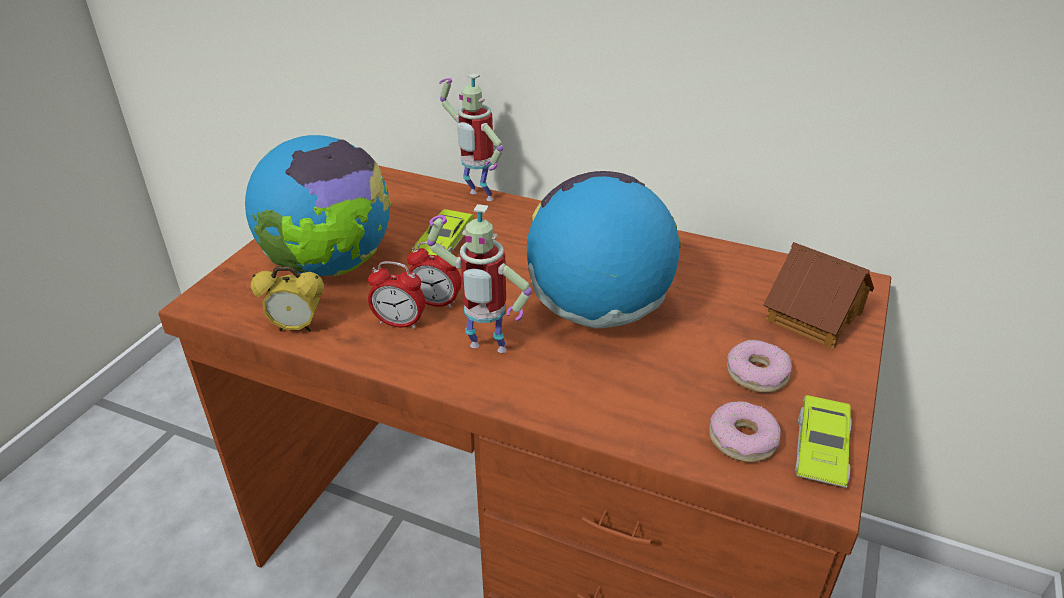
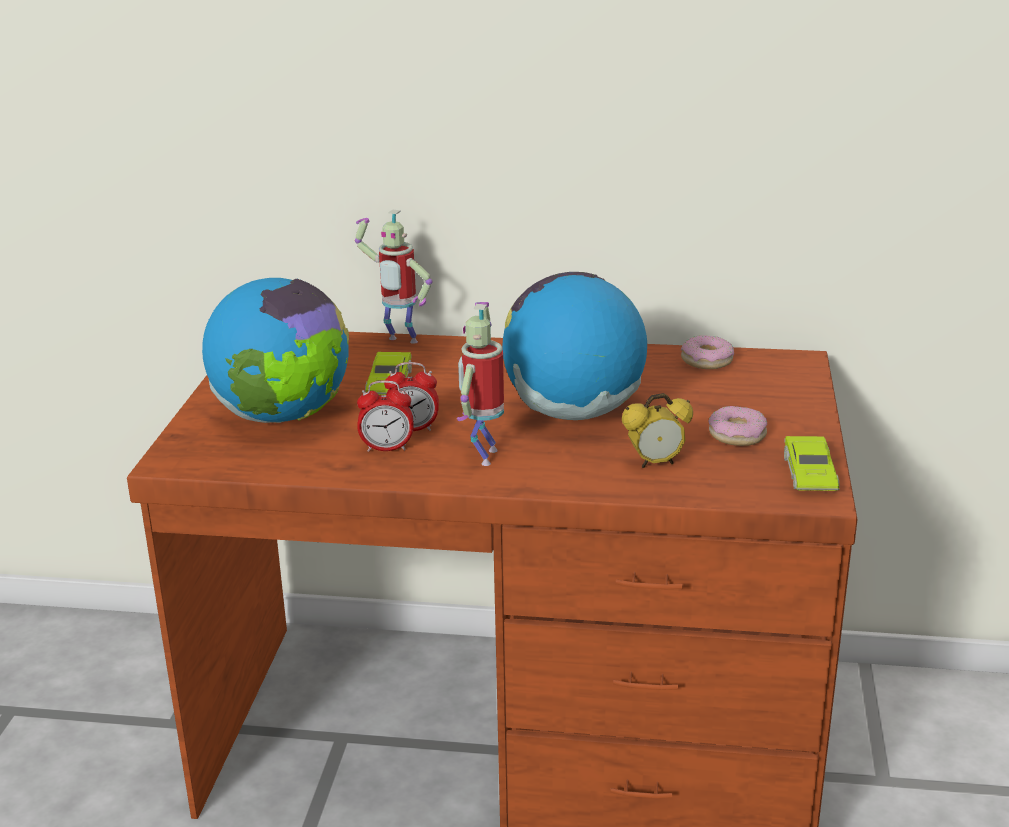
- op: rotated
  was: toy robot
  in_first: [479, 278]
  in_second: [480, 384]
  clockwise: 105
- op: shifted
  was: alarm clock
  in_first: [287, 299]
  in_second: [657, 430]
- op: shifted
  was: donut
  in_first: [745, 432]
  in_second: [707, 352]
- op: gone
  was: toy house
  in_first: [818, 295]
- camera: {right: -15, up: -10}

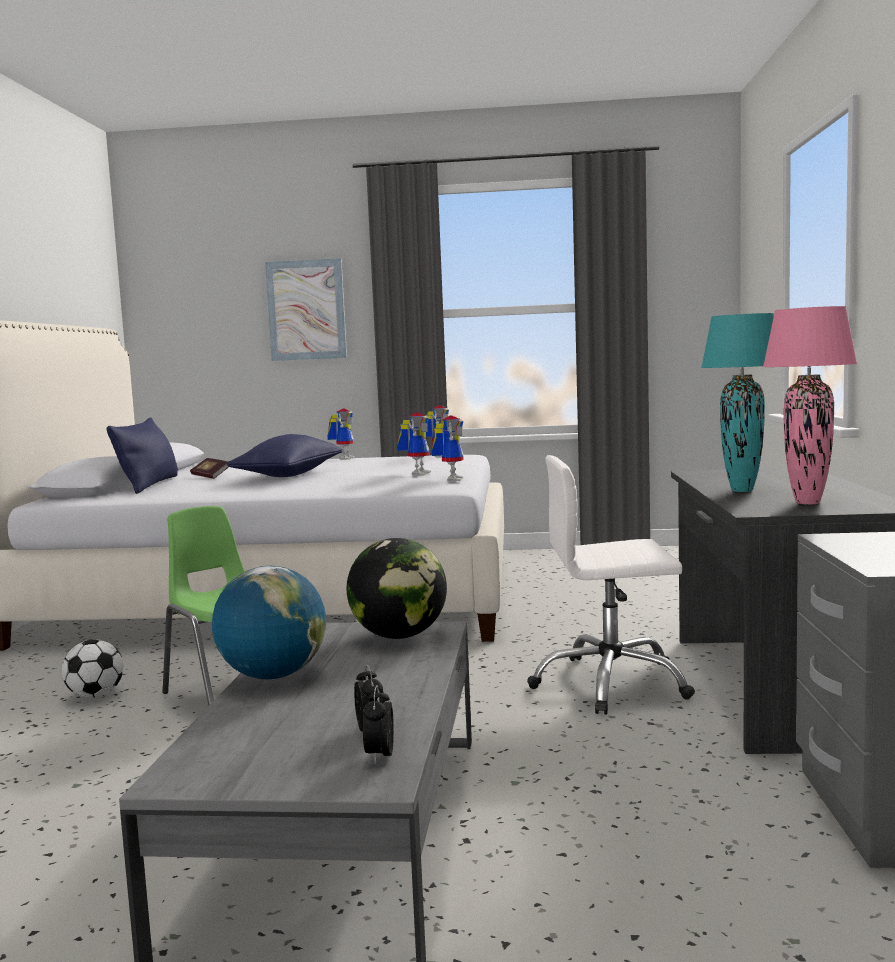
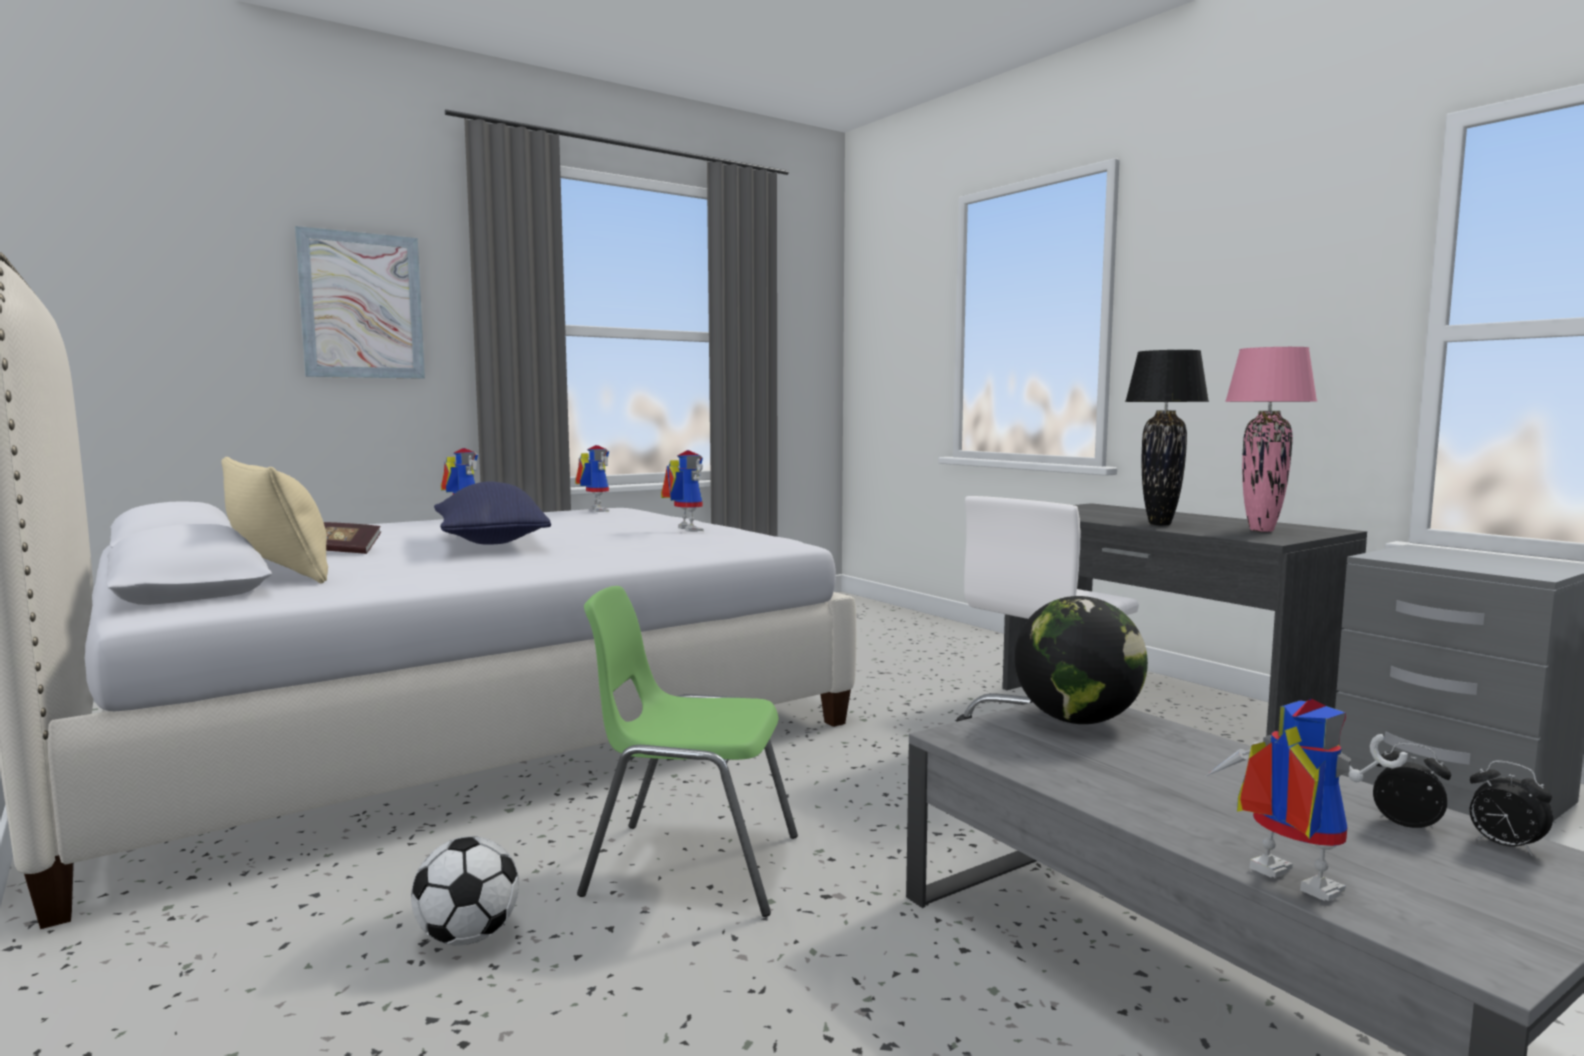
- op: repainted
  was: pillow/blue
  now: pillow/beige
  in_first: [142, 455]
  in_second: [274, 520]
- op: repainted
  was: table lamp/turquoise
  now: table lamp/black
  in_first: [737, 402]
  in_second: [1167, 437]
- op: shifted
  was: toy robot
  in_first: [448, 448]
  in_second: [1307, 800]
- op: gone
  was: globe
  in_first: [269, 623]
- camera: {right: -40, up: 0}

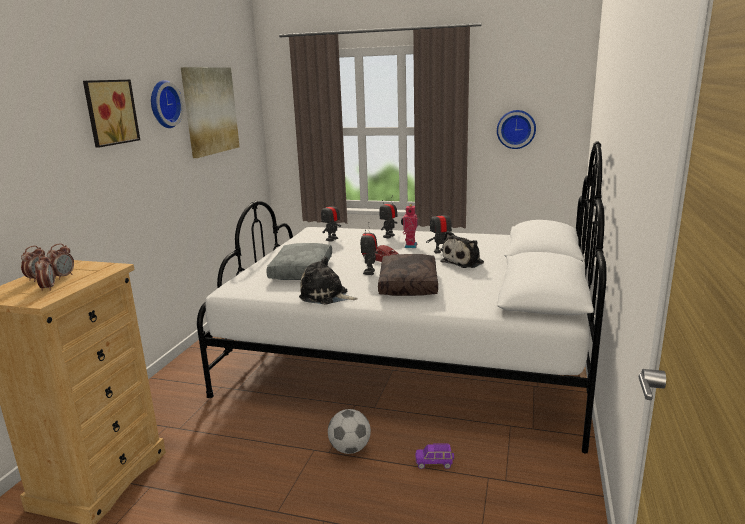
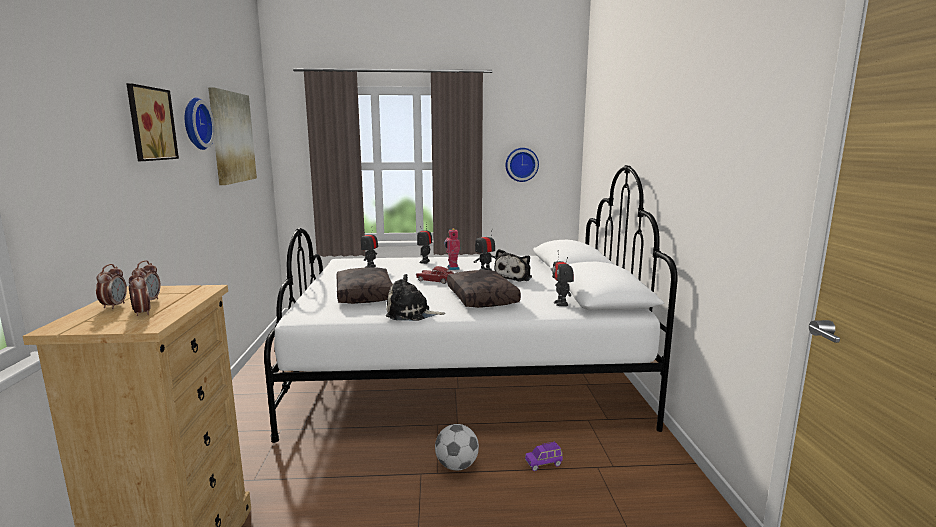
- op: repainted
  was: pillow/grey
  now: pillow/brown
  in_first: [299, 261]
  in_second: [364, 285]
- op: shifted
  was: toy robot
  in_first: [369, 252]
  in_second: [563, 280]
- camera: {right: -20, up: -5}

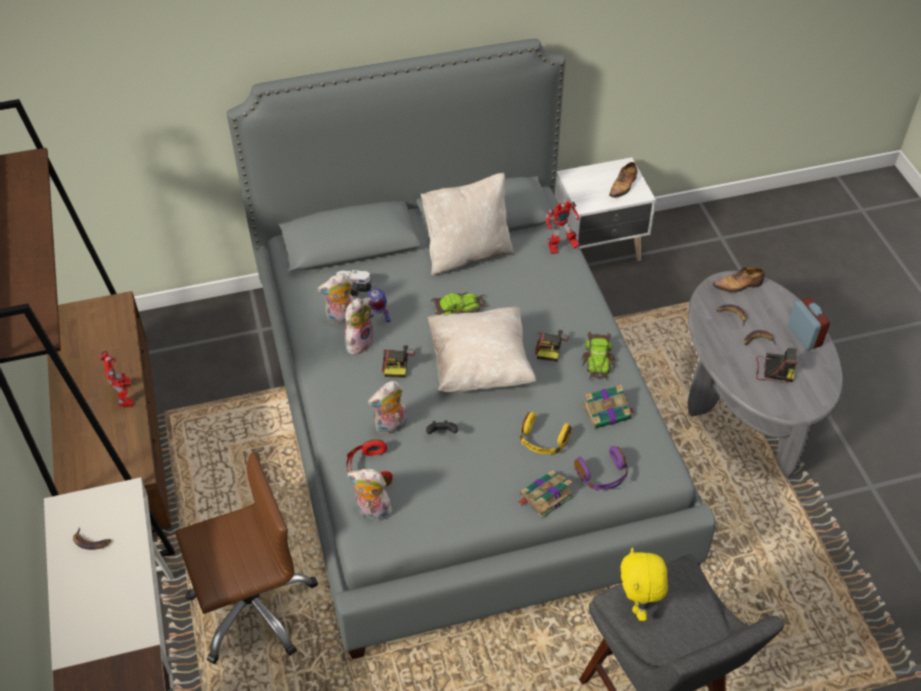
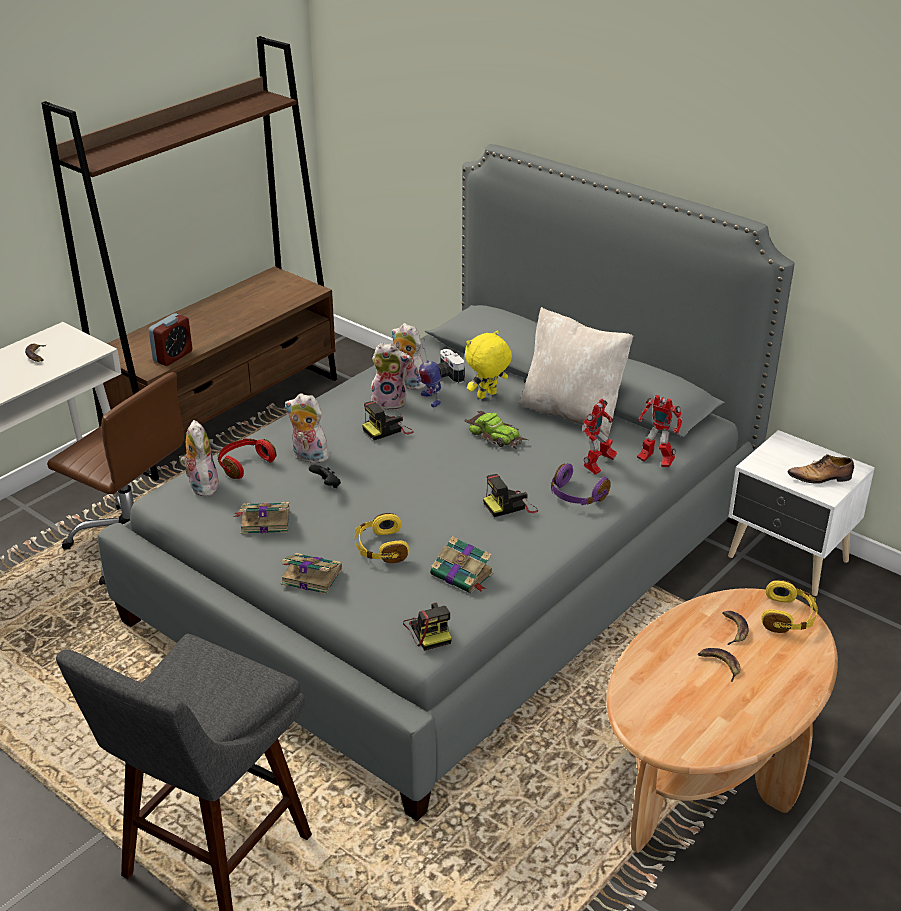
- op: shifted
  was: alarm clock
  in_first: [809, 323]
  in_second: [170, 339]
- op: new
  now: book
  in_second: [261, 518]
- op: shifted
  was: photo camera
  in_first: [776, 365]
  in_second: [427, 626]
- op: shifted
  was: plush toy/yellow
  in_first: [644, 584]
  in_second: [488, 364]
- op: shifted
  was: headphones/purple
  in_first: [601, 468]
  in_second: [581, 484]
- op: shifted
  was: toy robot
  in_first: [116, 378]
  in_second: [599, 436]
- op: repainted
  was: coffee table/grey
  now: coffee table/brown
  in_first: [765, 374]
  in_second: [722, 720]
- op: swapped
  was: shoe
  now: headphones/yellow
  in_first: [739, 279]
  in_second: [789, 606]
- op: gone
  was: pillow/beige
  in_first: [481, 349]
- op: gone
  was: toy car
  in_first: [598, 357]
- camera: {right: 55, up: -15}

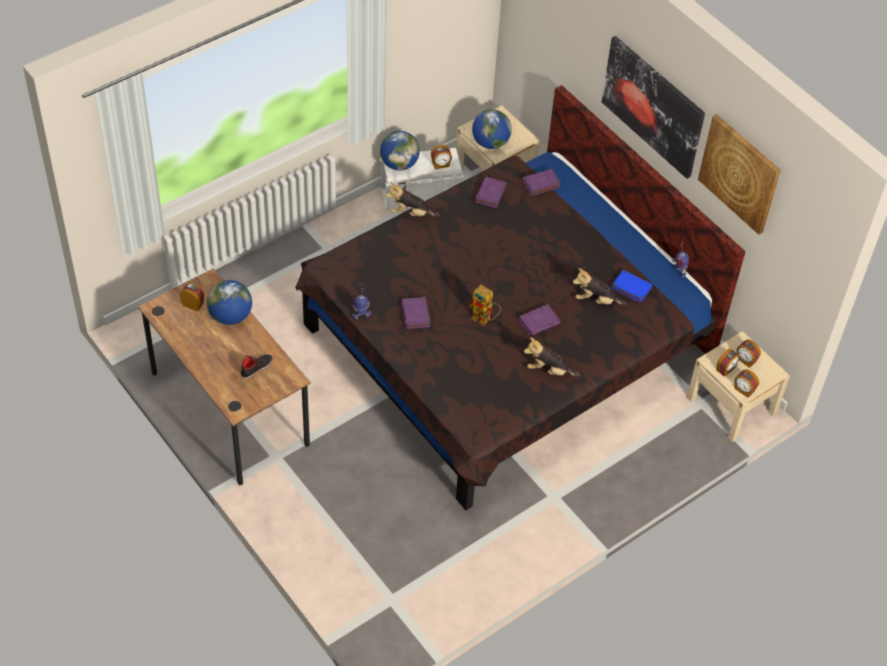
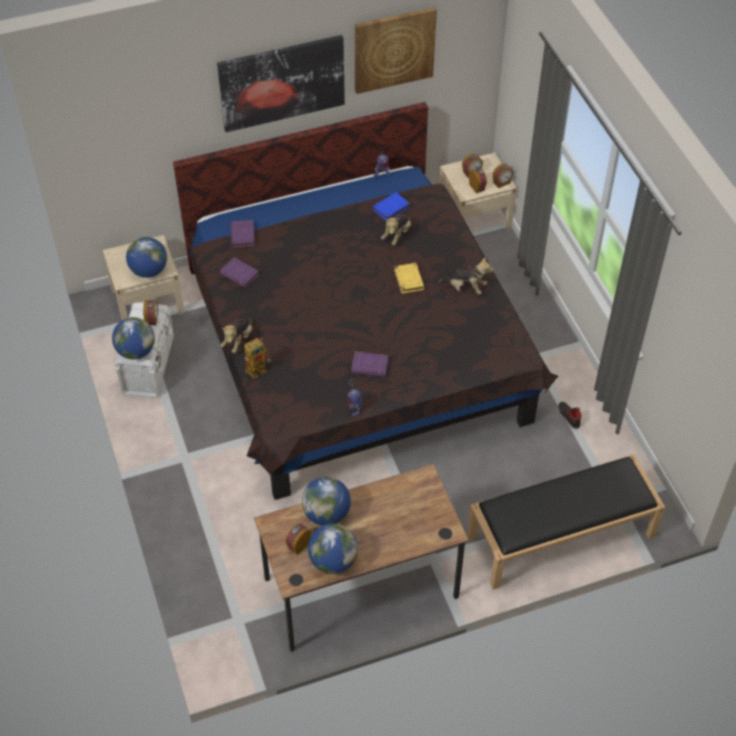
- op: shifted
  was: toy robot
  in_first: [485, 305]
  in_second: [257, 358]
- op: new
  now: globe
  in_second: [333, 548]
- op: repainted
  was: book/purple
  now: book/yellow
  in_first: [540, 320]
  in_second: [409, 278]
- op: rotated
  was: plush toy
  in_first: [552, 357]
  in_second: [465, 275]
  clockwise: -105
- op: new
  now: bench/black
  in_second: [566, 522]
- op: shifted
  was: shoe/black
  in_first: [257, 366]
  in_second: [569, 415]
- camera: {right: -70, up: 0}

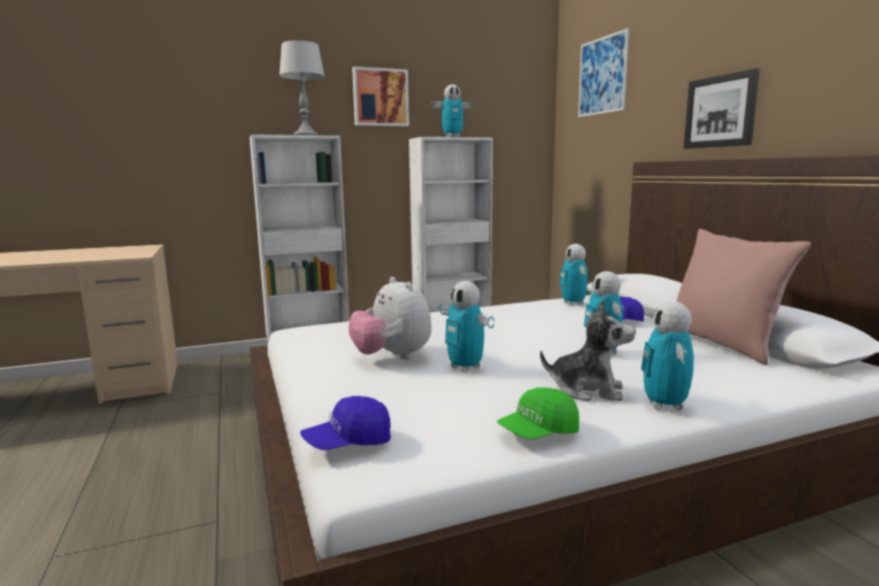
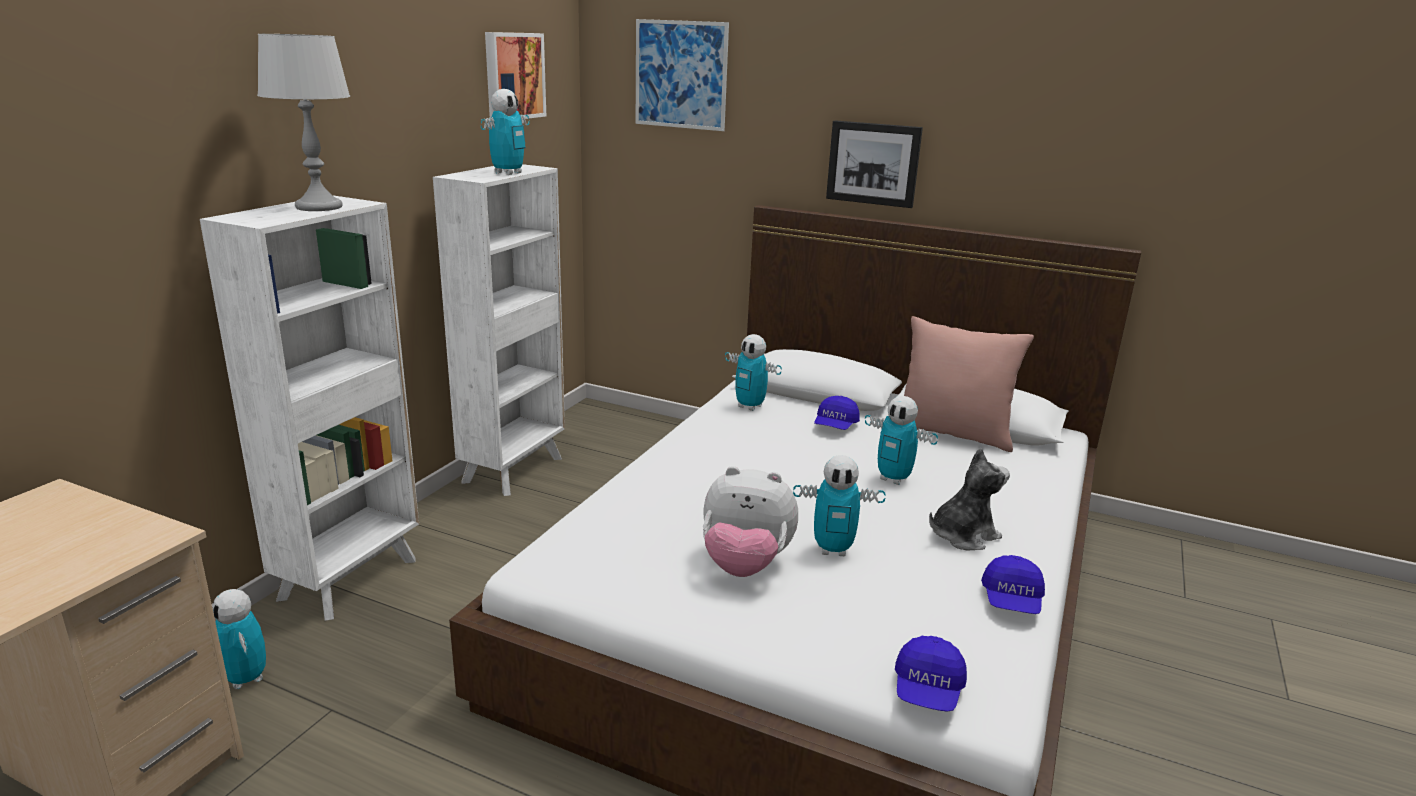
- op: shifted
  was: toy robot
  in_first: [667, 356]
  in_second: [239, 639]
- op: shifted
  was: picture
  in_first: [380, 97]
  in_second: [515, 76]
- op: repainted
  was: cap/green
  now: cap/blue
  in_first: [538, 413]
  in_second: [1013, 584]
- camera: {right: -45, up: 10}

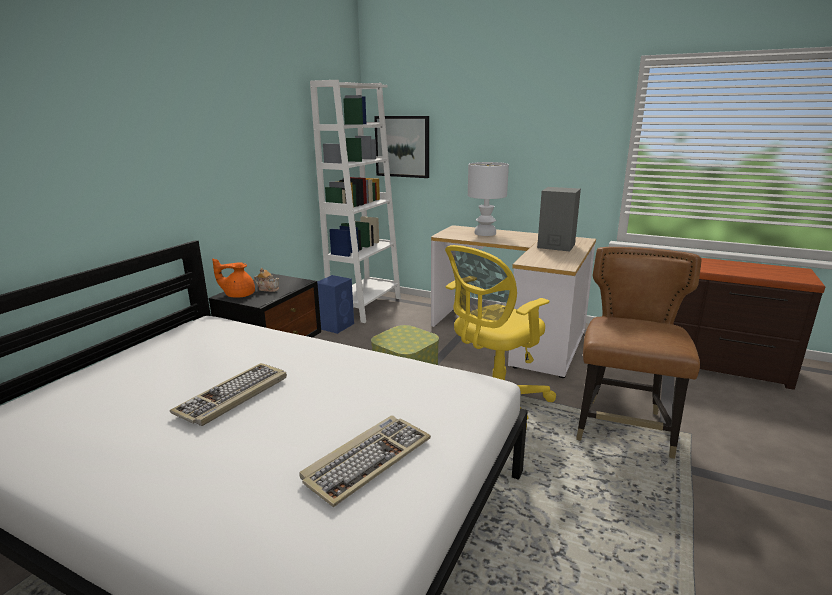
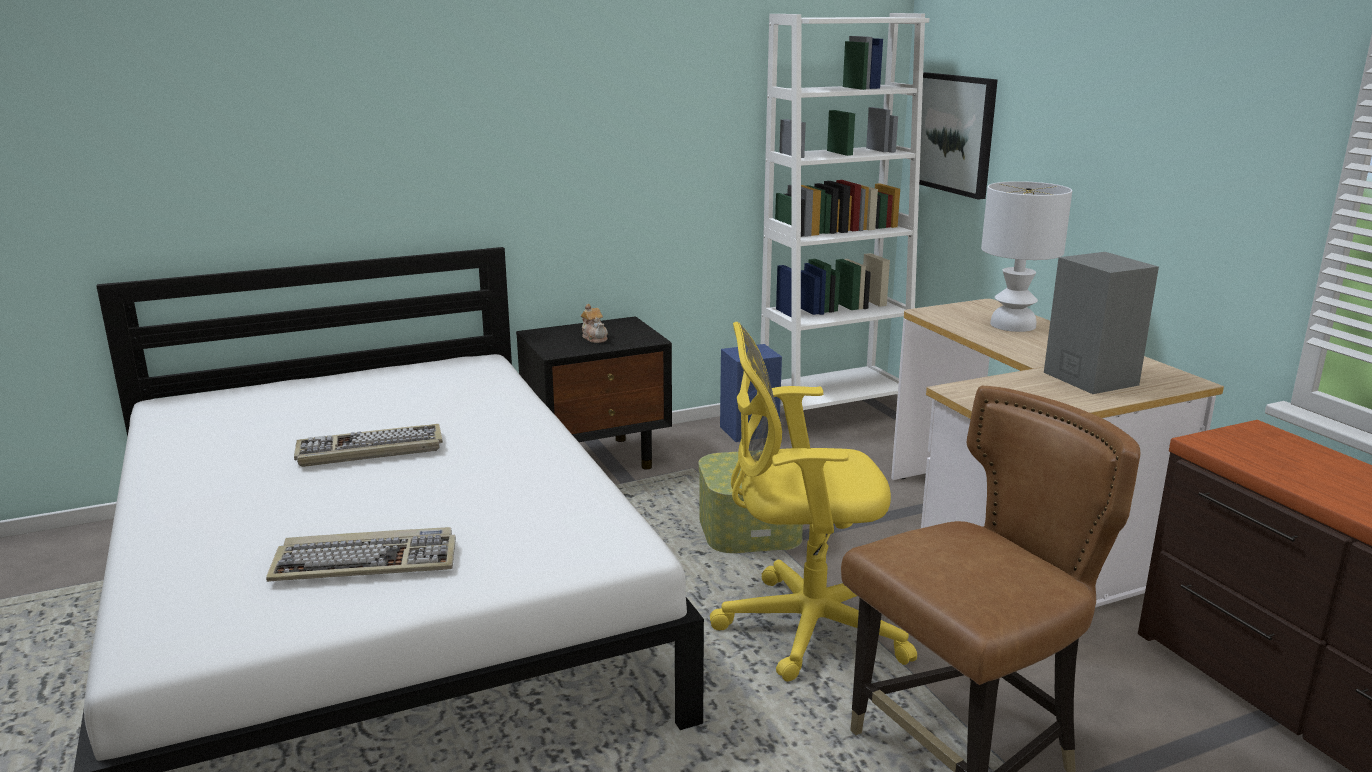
- op: gone
  was: teapot/orange
  in_first: [233, 278]
- camera: {right: 40, up: 0}

